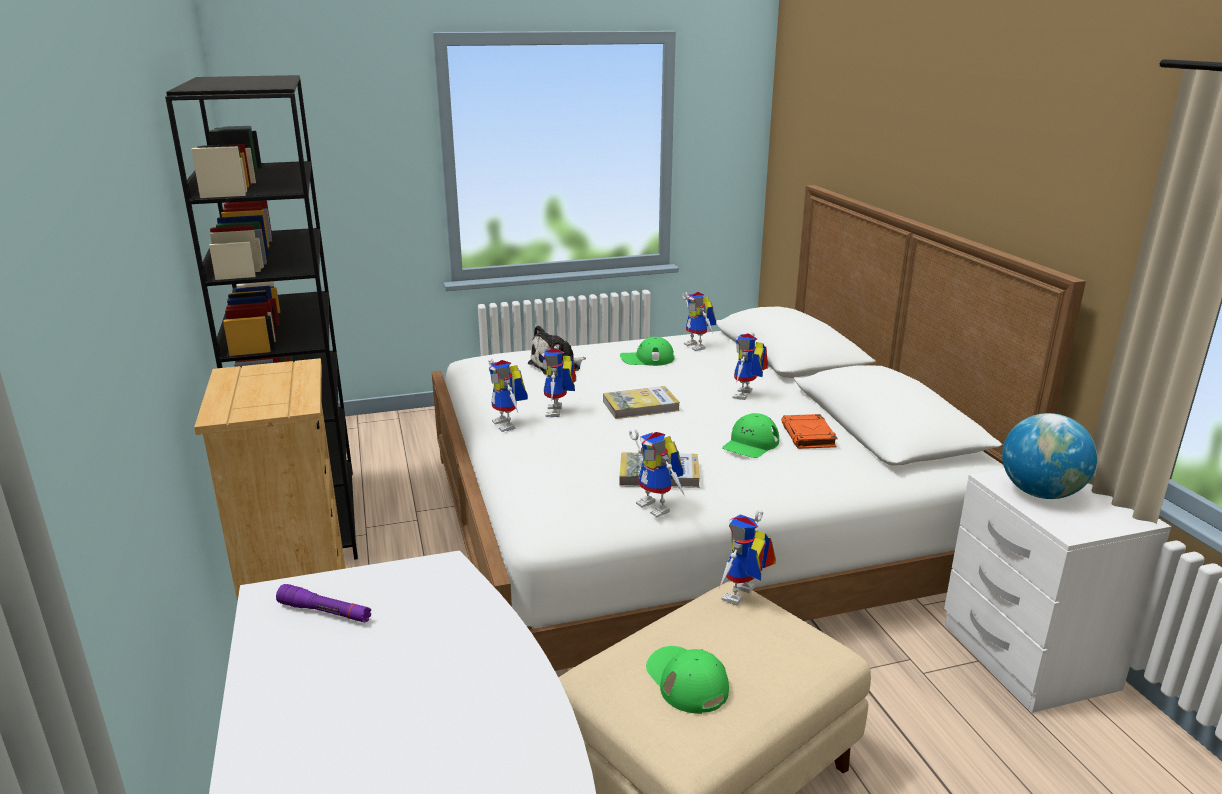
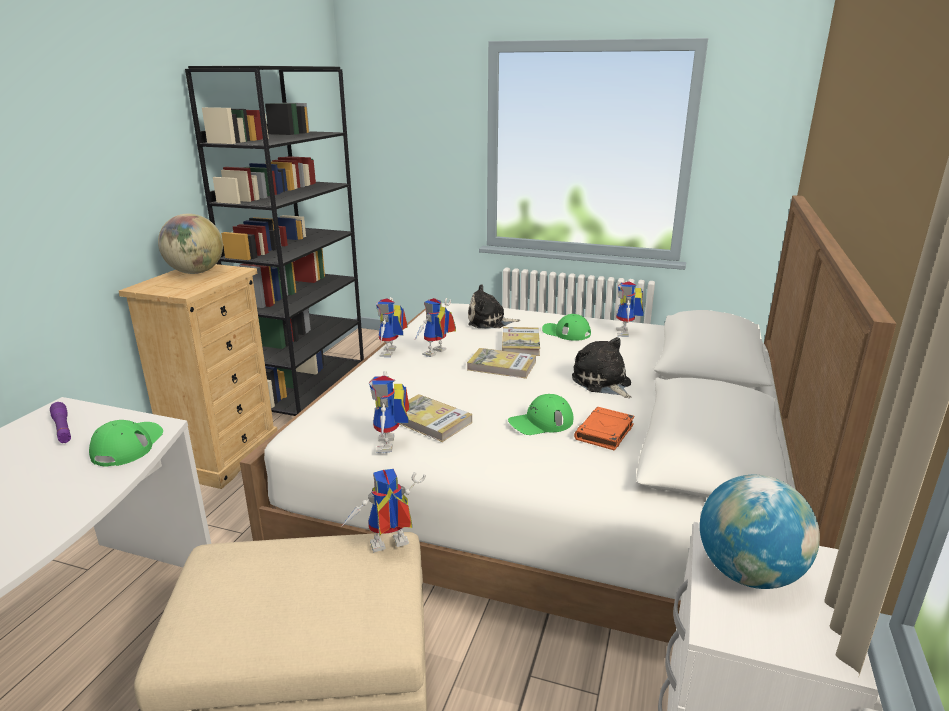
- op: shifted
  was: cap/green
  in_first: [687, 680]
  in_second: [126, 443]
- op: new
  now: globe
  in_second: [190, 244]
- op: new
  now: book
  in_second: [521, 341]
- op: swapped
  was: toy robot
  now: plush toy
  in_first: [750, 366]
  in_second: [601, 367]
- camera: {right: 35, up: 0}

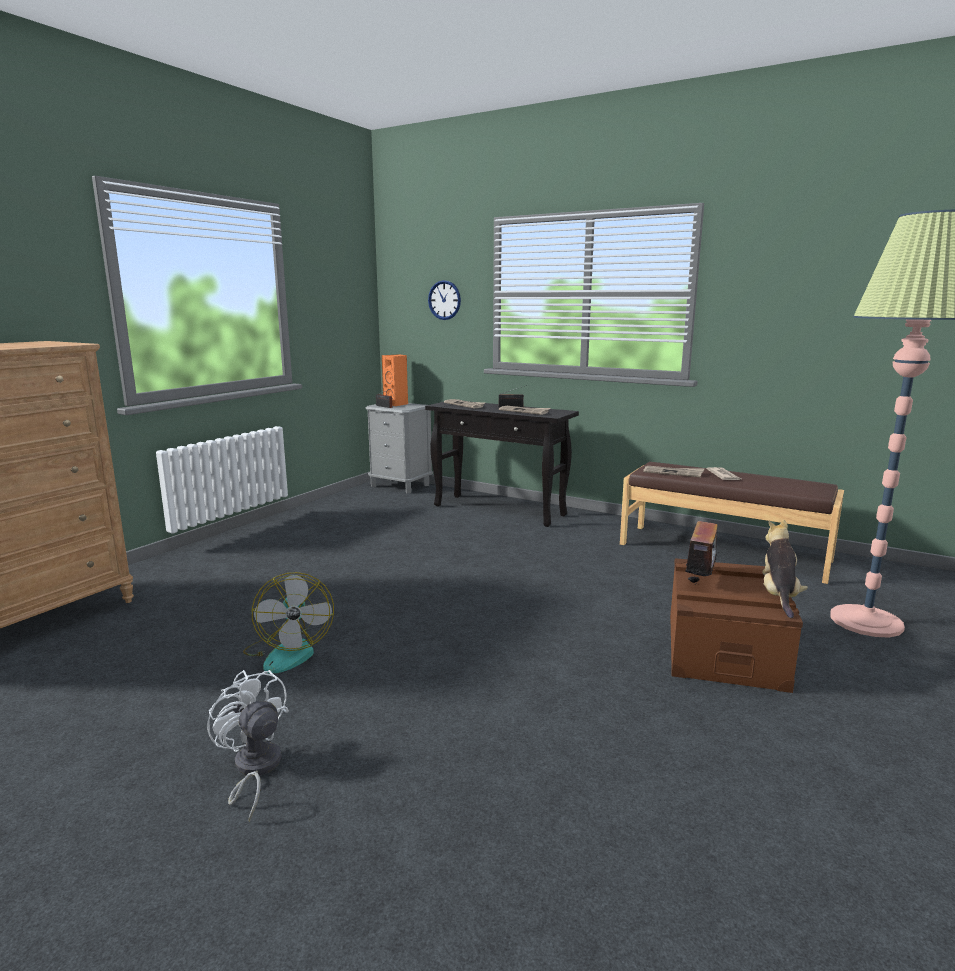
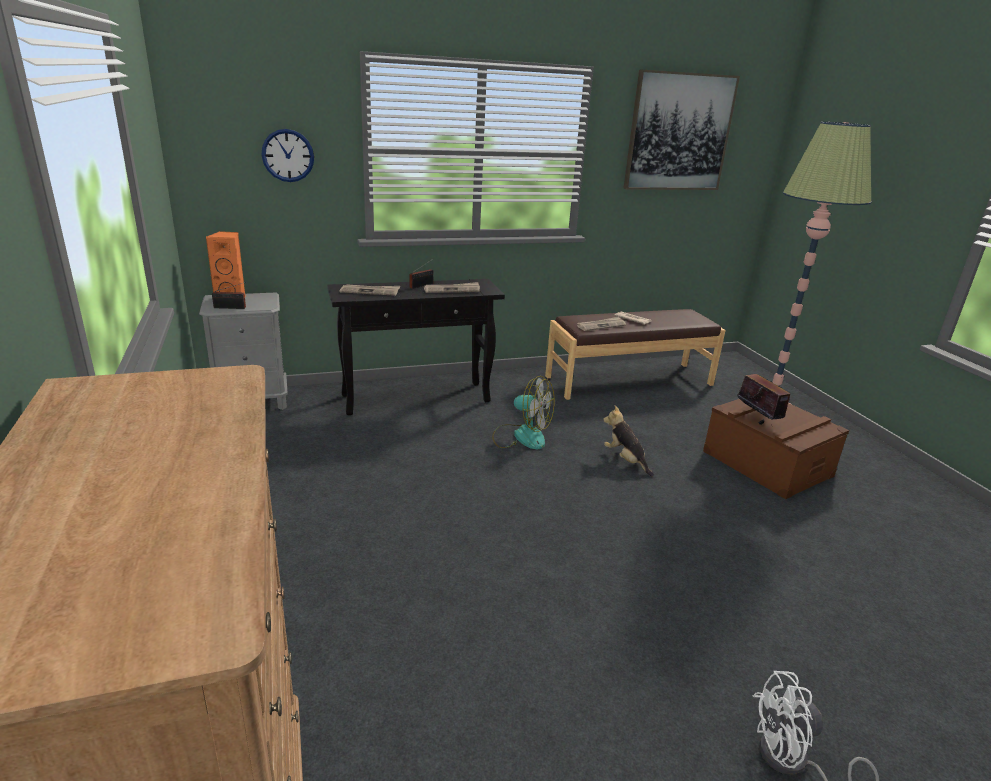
- op: shifted
  was: fan
  in_first: [288, 623]
  in_second: [523, 412]
- op: shifted
  was: plush toy
  in_first: [785, 569]
  in_second: [628, 441]
- op: new
  now: picture
  in_second: [681, 130]
- camera: {right: -50, up: 10}

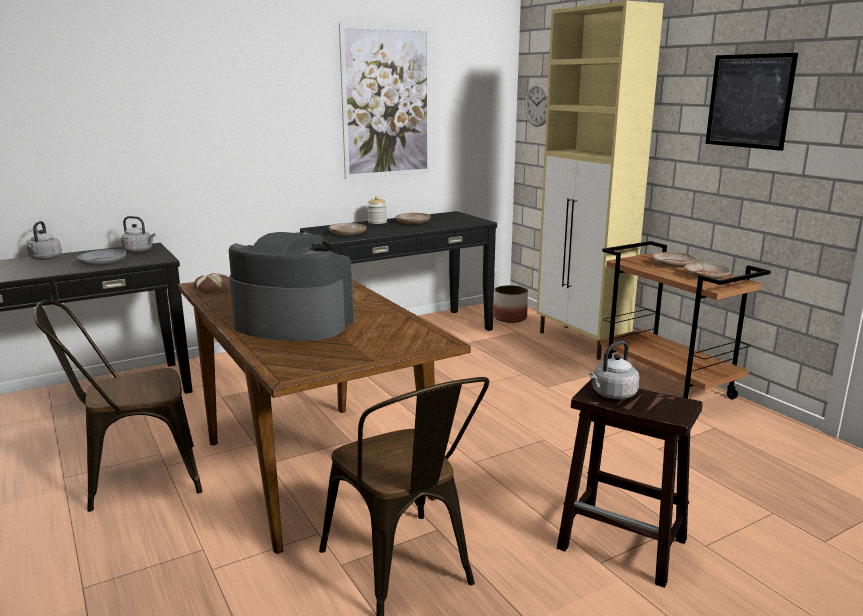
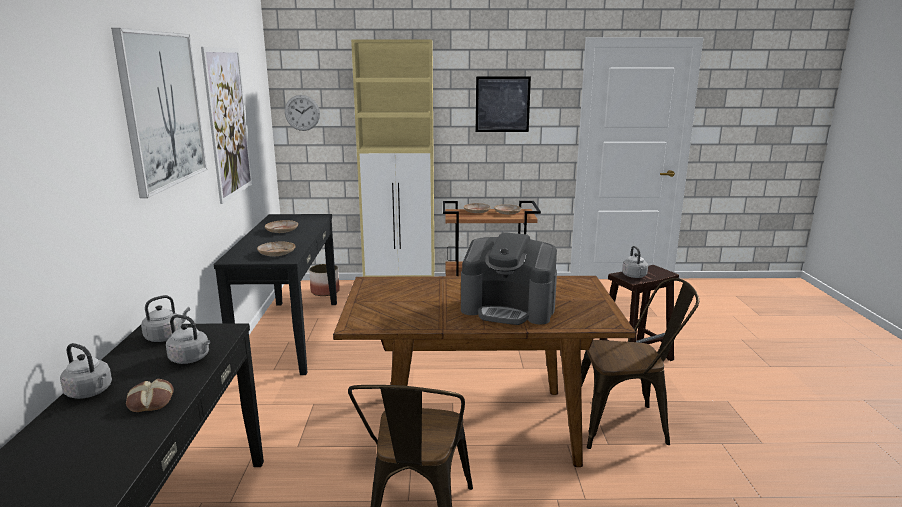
- op: new
  now: picture
  in_second: [159, 113]
- op: shifted
  was: bread
  in_first: [211, 283]
  in_second: [150, 395]
- op: swapped
  was: plate/grey
  now: kettle/grey
  in_first: [101, 257]
  in_second: [188, 339]
- op: rotated
  was: coffee machine
  in_first: [291, 286]
  in_second: [509, 278]
  clockwise: -120
- op: gone
  was: jar
  in_first: [377, 210]
- camera: {right: -60, up: 0}

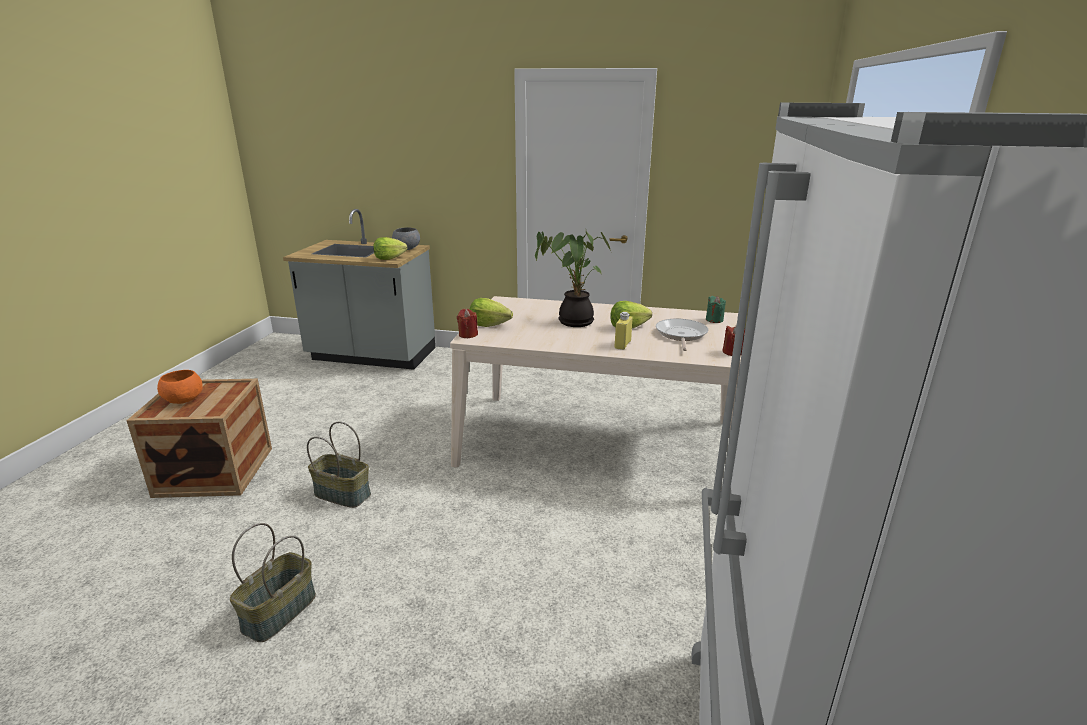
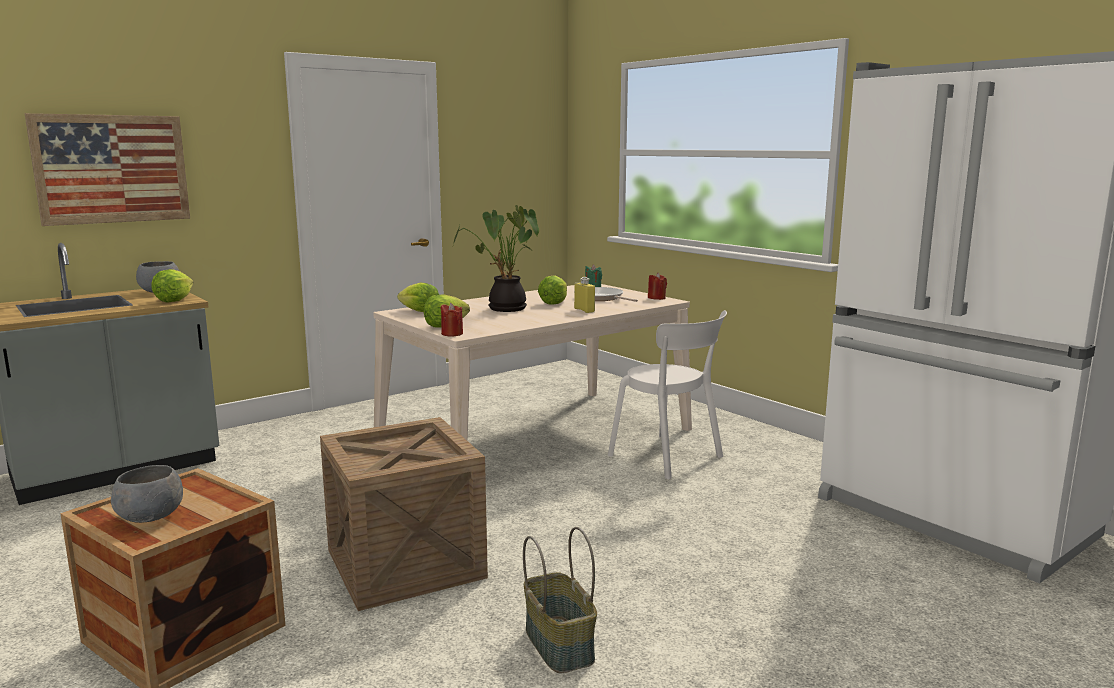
- op: new
  now: picture
  in_second: [107, 169]
- op: repainted
  was: bowl/orange
  now: bowl/grey
  in_first: [180, 387]
  in_second: [147, 494]
- op: swapped
  was: basket
  now: crate
  in_first: [339, 464]
  in_second: [404, 514]
- op: new
  now: lettuce
  in_second: [418, 297]
- op: new
  now: chair/white
  in_second: [667, 394]
- camera: {right: -50, up: -10}

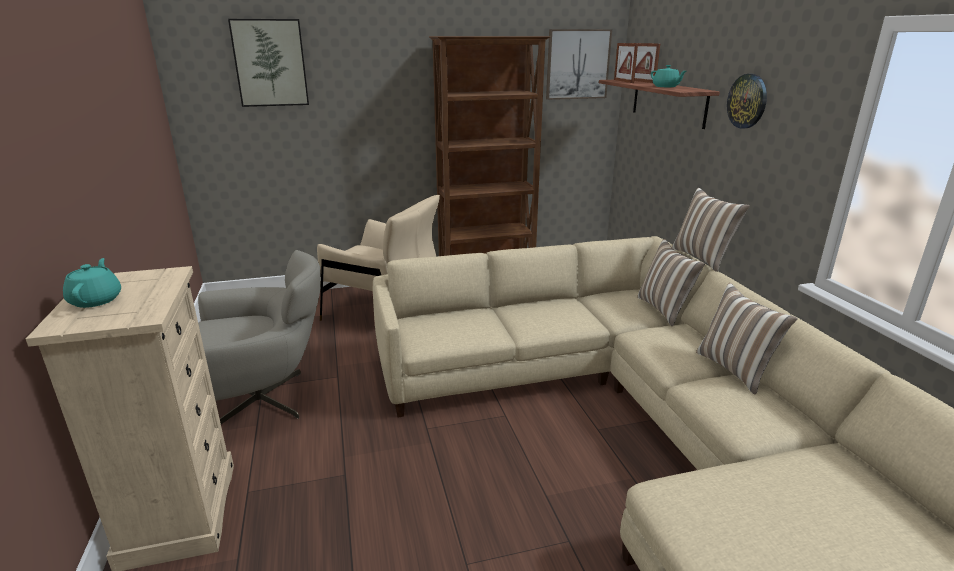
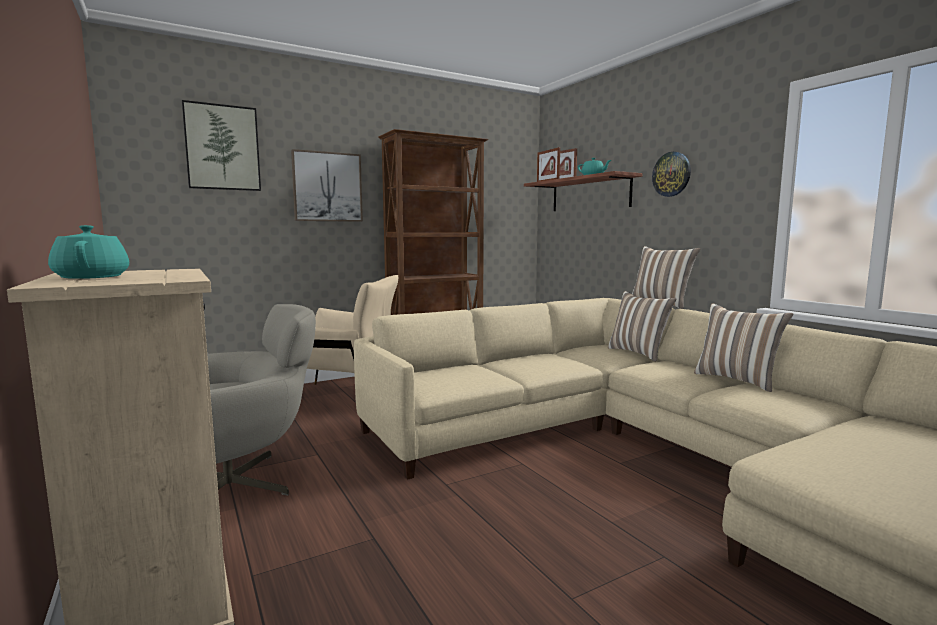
- op: shifted
  was: picture
  in_first: [579, 64]
  in_second: [327, 185]
- camera: {right: -15, up: -15}

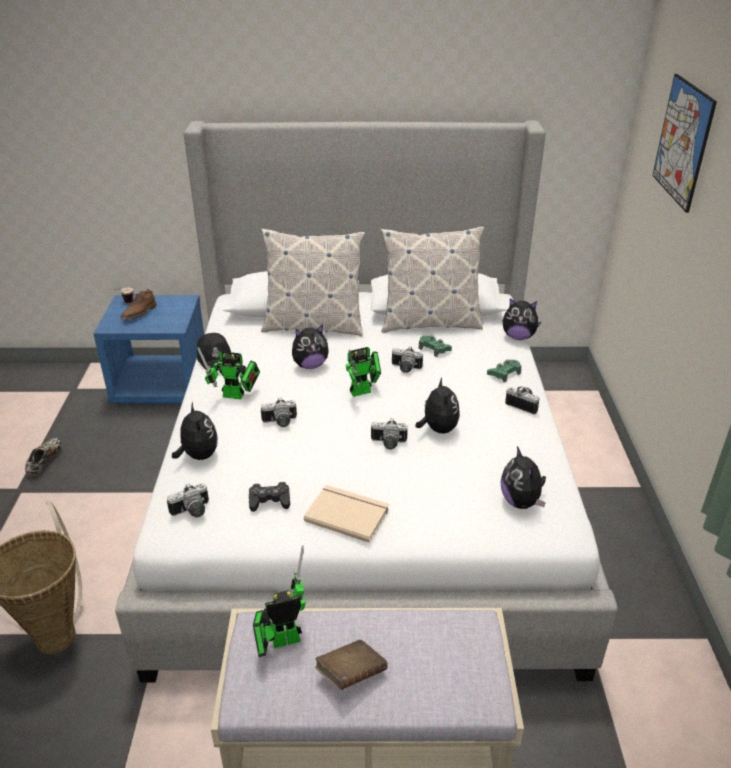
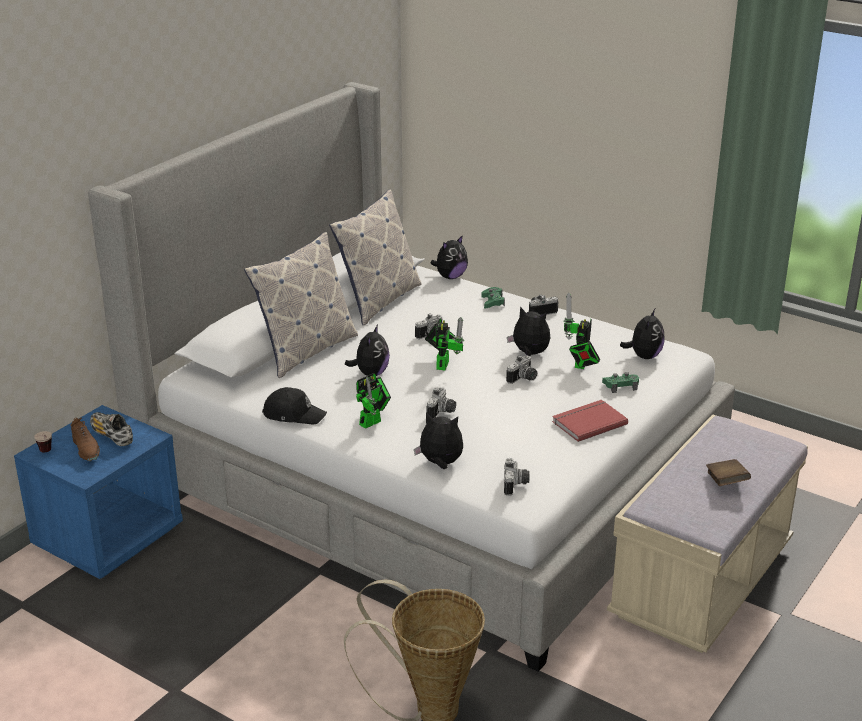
- op: shifted
  was: shoe
  in_first: [43, 457]
  in_second: [111, 429]
- op: repainted
  was: book/beige
  now: book/red
  in_first: [346, 513]
  in_second: [590, 421]
- op: shifted
  was: toy robot
  in_first: [279, 601]
  in_second: [582, 331]
- op: shifted
  was: game controller/green
  in_first: [435, 346]
  in_second: [620, 382]
- op: rotated
  was: plush toy
  in_first: [523, 477]
  in_second: [642, 334]
  clockwise: -90
- op: gone
  was: game controller/black
  in_first: [269, 497]
- op: gone
  was: picture
  in_first: [684, 143]
- camera: {right: -55, up: -5}

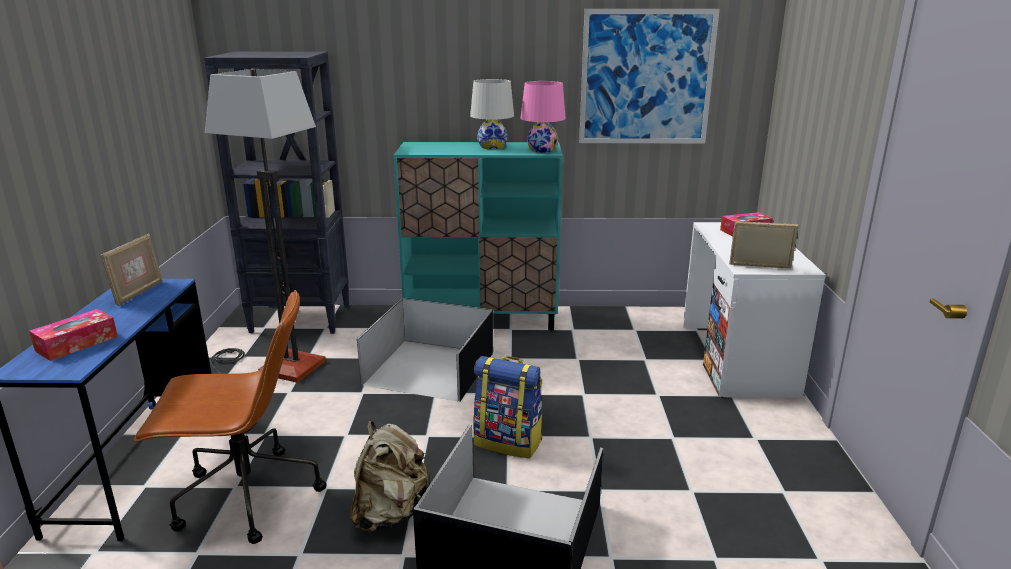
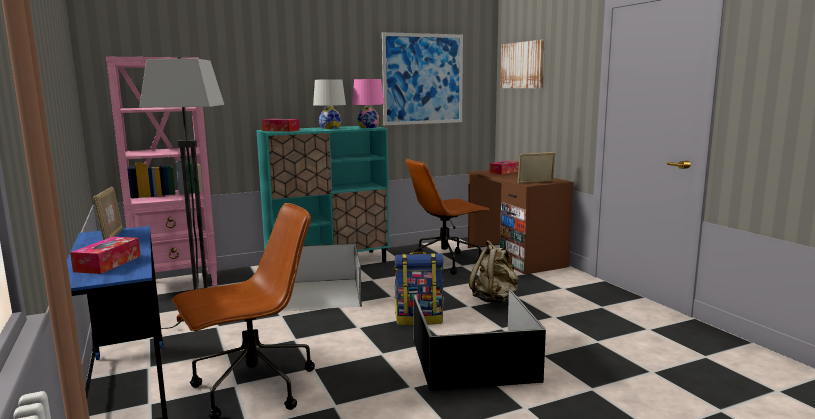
- op: repainted
  was: bookcase/black
  now: bookcase/pink
  in_first: [277, 193]
  in_second: [162, 172]
- op: new
  now: tissue box
  in_second: [280, 125]
- op: new
  now: office chair/brown
  in_second: [447, 216]
- op: repainted
  was: desk/white
  now: desk/brown
  in_first: [754, 310]
  in_second: [521, 222]
- op: shifted
  was: backpack/beige
  in_first: [389, 477]
  in_second: [493, 271]
- op: new
  now: picture
  in_second: [522, 64]
- camera: {right: -25, up: -10}

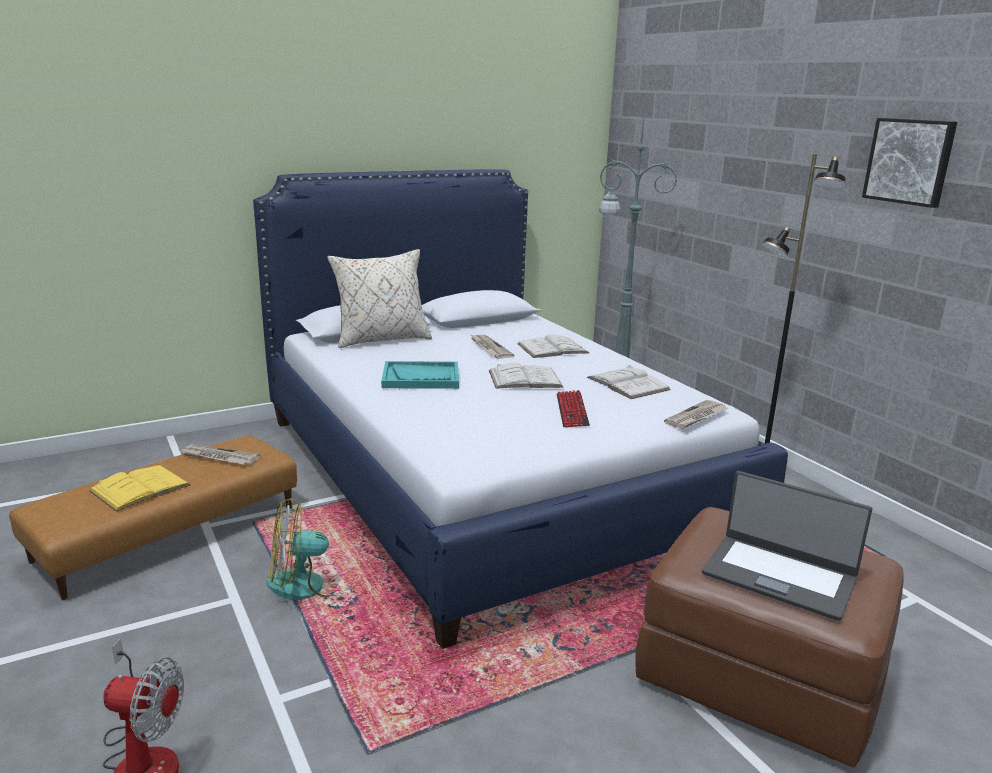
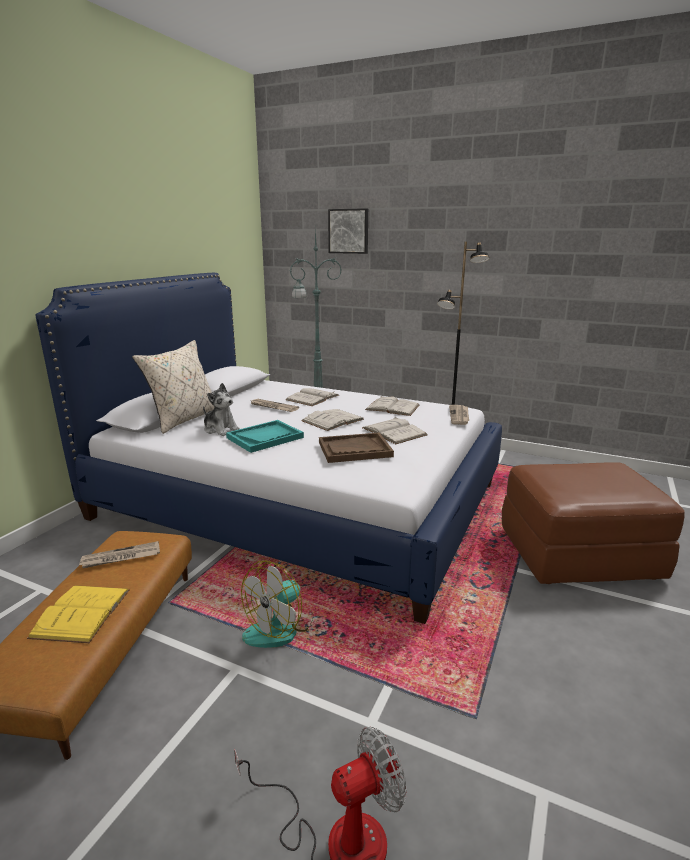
- op: new
  now: plush toy
  in_second: [221, 409]
- op: new
  now: tray/brown
  in_second: [356, 448]
- op: shifted
  was: picture
  in_first: [909, 163]
  in_second: [348, 231]
- op: swapped
  was: keyboard
  now: book/white
  in_first: [573, 408]
  in_second: [394, 430]
- op: gone
  was: laptop
  in_first: [787, 546]
- camera: {right: -35, up: 0}

